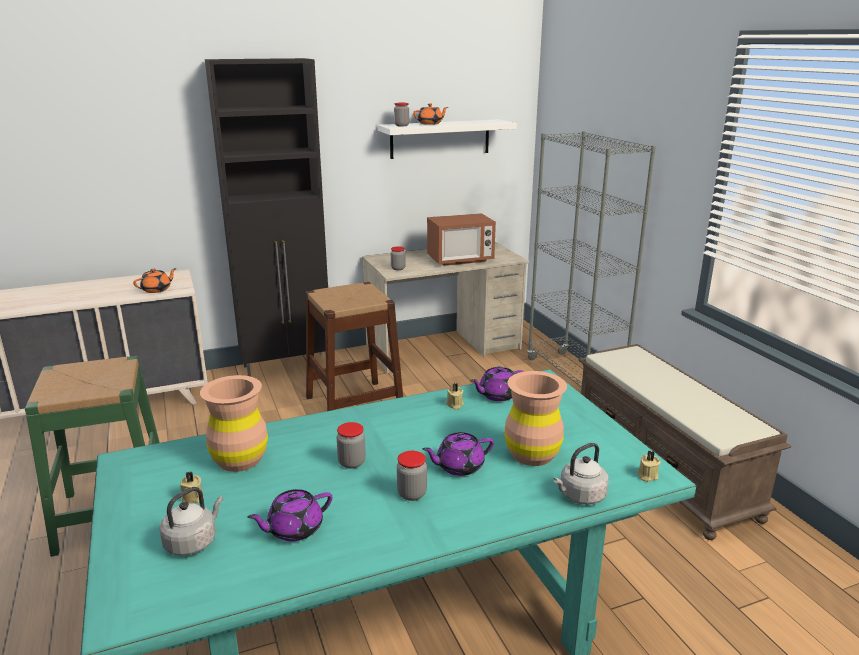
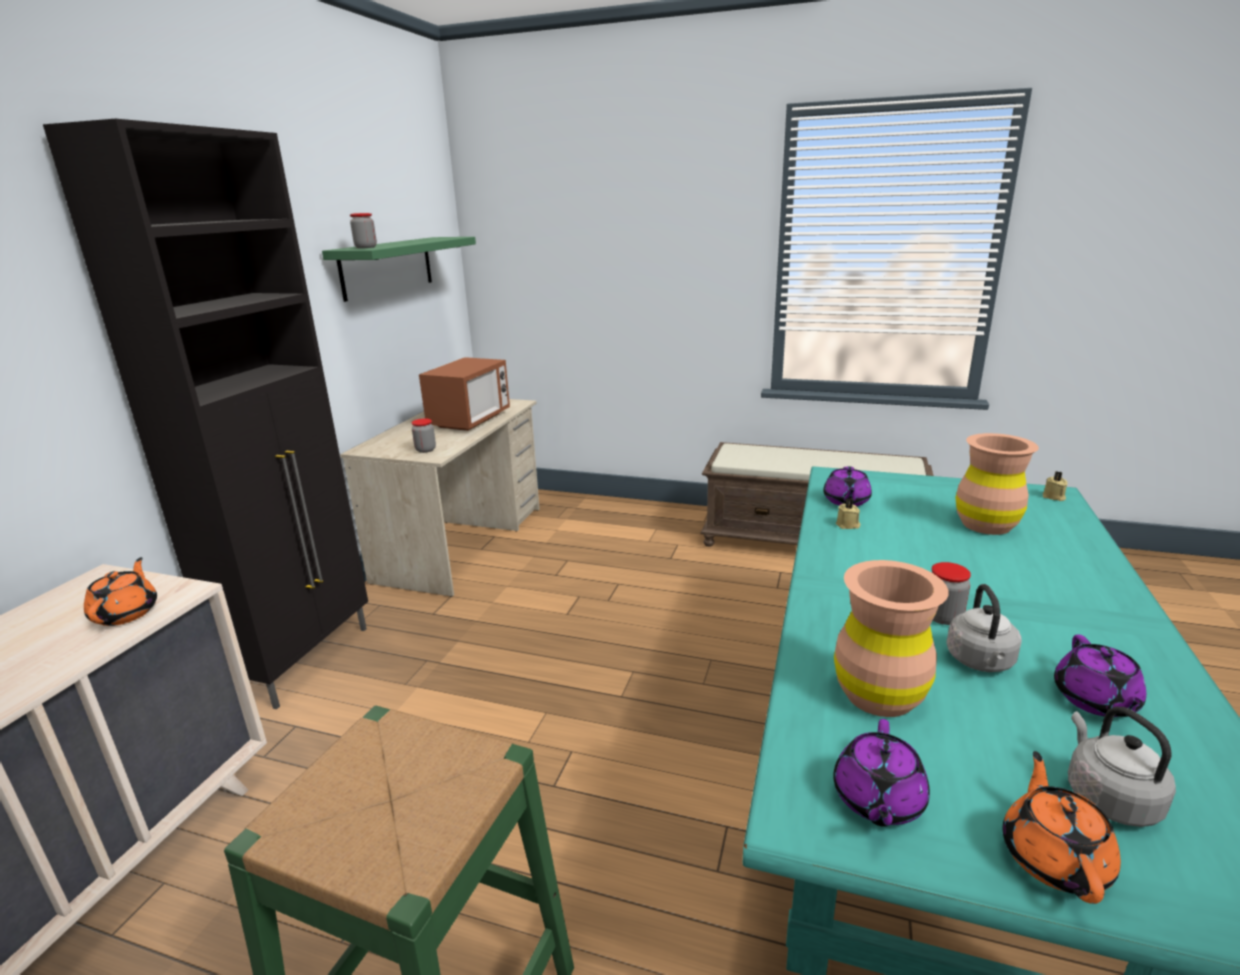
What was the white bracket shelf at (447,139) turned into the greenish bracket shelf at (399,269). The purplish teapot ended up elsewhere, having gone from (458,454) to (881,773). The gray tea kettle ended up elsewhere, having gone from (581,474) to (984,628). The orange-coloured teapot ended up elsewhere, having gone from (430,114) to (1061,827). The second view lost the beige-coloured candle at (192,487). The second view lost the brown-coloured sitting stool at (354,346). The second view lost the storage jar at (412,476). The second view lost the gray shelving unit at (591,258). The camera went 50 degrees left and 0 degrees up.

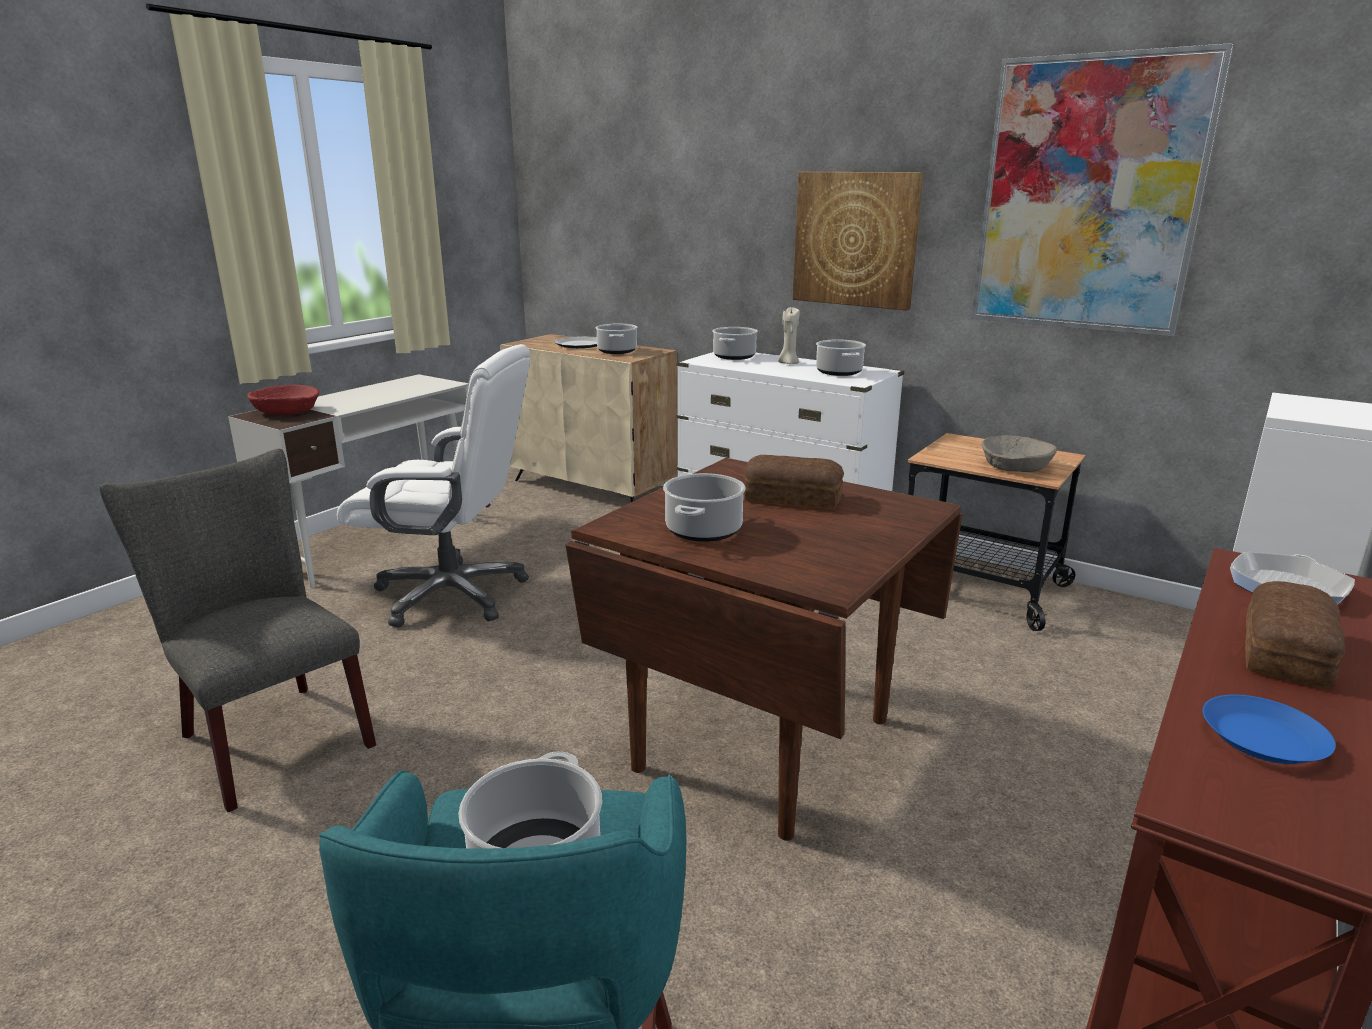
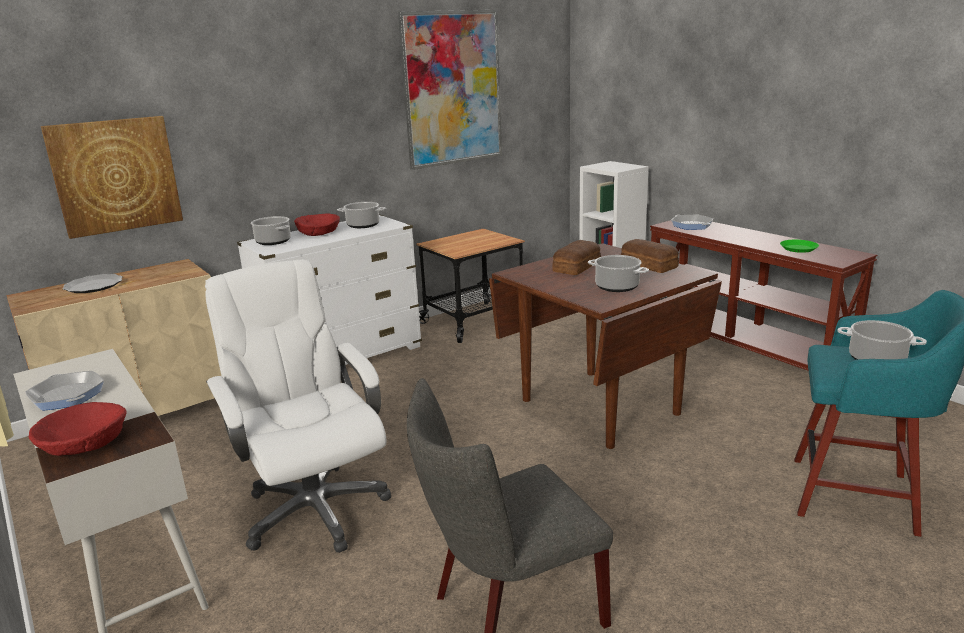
The second view gained the skillet at (64,391). The picture ended up elsewhere, having gone from (858,241) to (112,177). The white computer chair at (433,485) ended up facing another way, 60 degrees counterclockwise from before. Where the beige-coloured candle stood at (789,335), the reddish bowl came to stand at (317,224). The bread ended up elsewhere, having gone from (1295,635) to (650,256). What was the blue flat dish at (1269,729) turned into the greenish flat dish at (799,246). The second view lost the saucepot at (617,339). The second view lost the beige-coloured bowl at (1019,453). The camera went 70 degrees left and 0 degrees up.

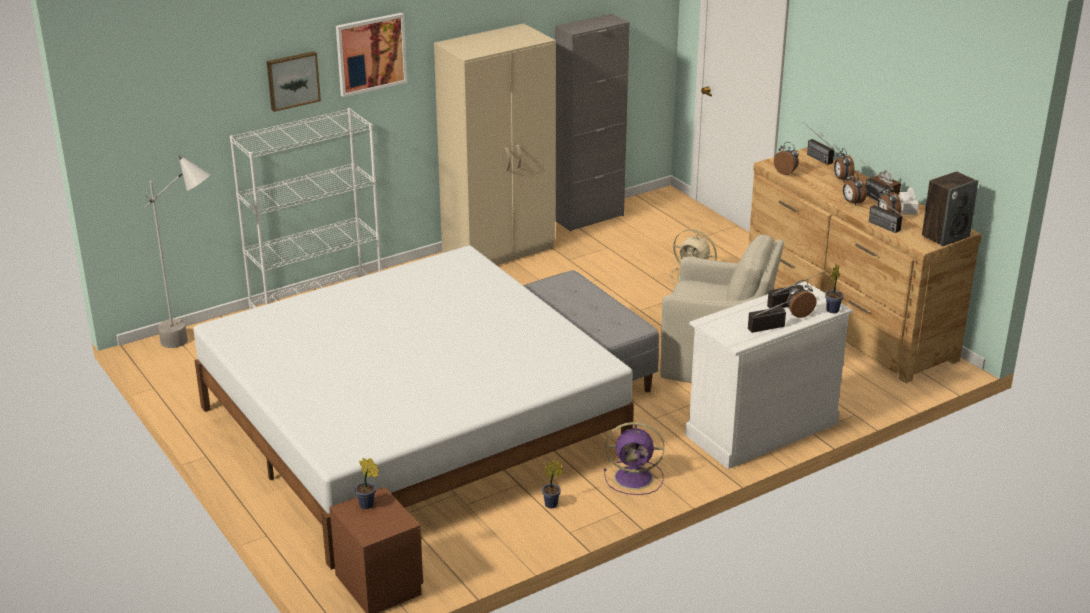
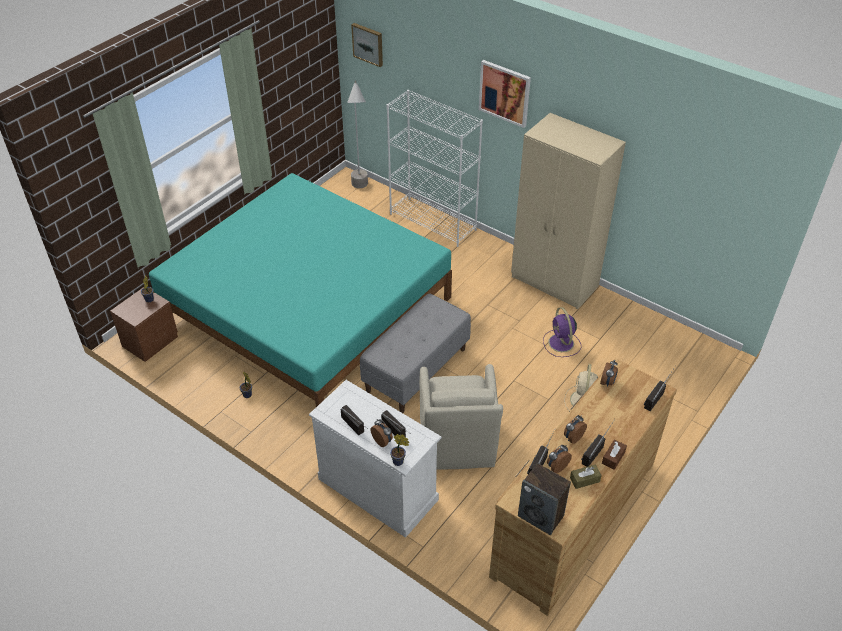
What was the white bed at (413,408) turned into the turquoise-coloured bed at (300,290). The picture ended up elsewhere, having gone from (294,81) to (367,45). The purplish cooling fan ended up elsewhere, having gone from (634,458) to (562,332). What was the white tissue box at (909,201) turned into the brown-coloured tissue box at (586,477). The second view lost the gray storage cabinet at (592,123). The second view lost the alarm clock at (844,164). The camera went 70 degrees right and 15 degrees up.

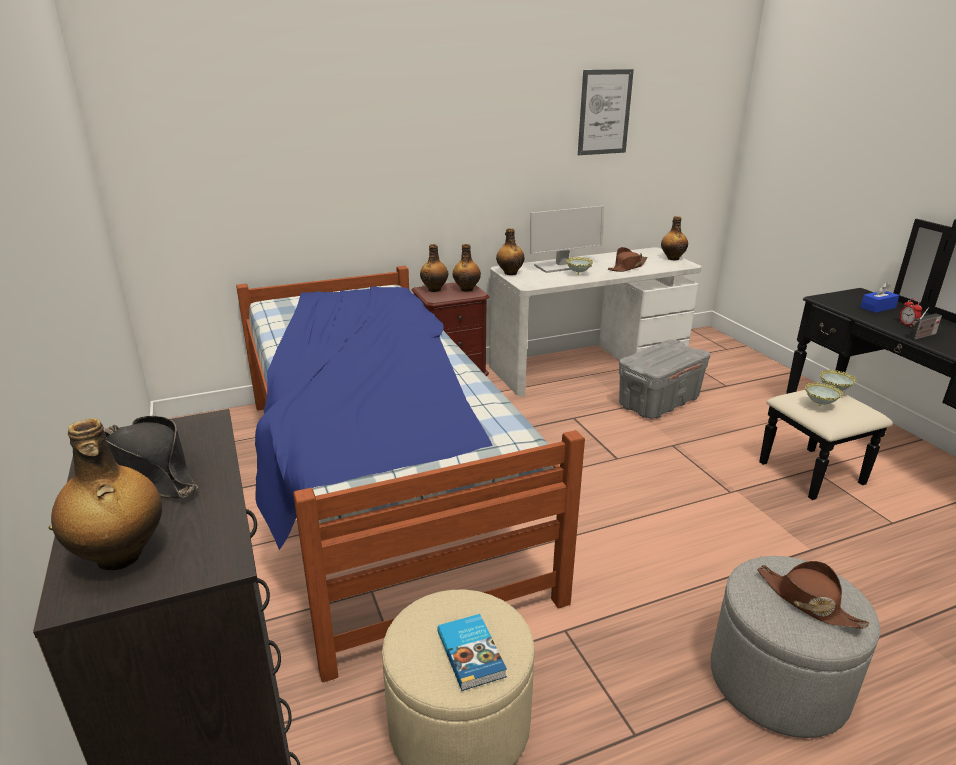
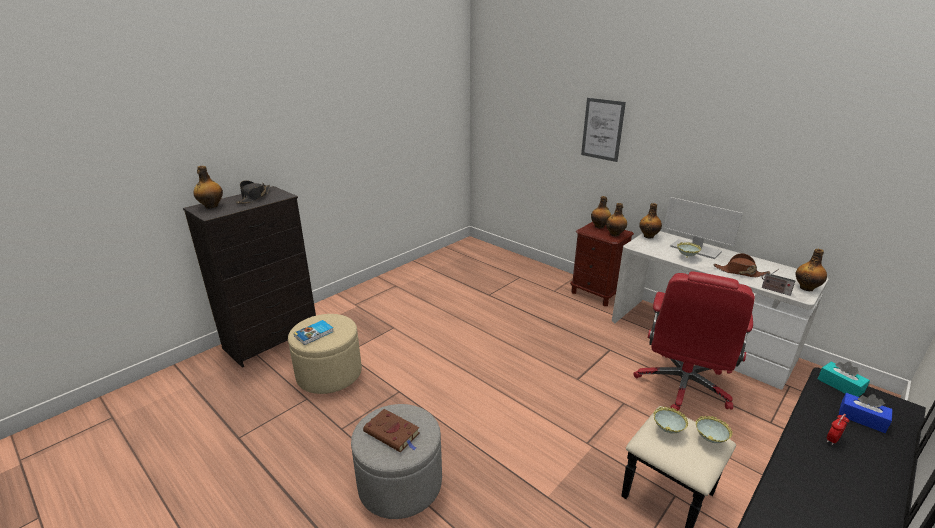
Where the brown-coloured hat stood at (813,594), the brown-coloured book came to stand at (391,430). The picture ended up elsewhere, having gone from (606,112) to (603,130). Where the gray storage container stood at (664,379), the reddish computer chair came to stand at (694,341). The radio ended up elsewhere, having gone from (925,323) to (778,282). The second view gained the turquoise-coloured tissue box at (844,379). The second view lost the bed at (410,474). The camera went 65 degrees right and 0 degrees up.

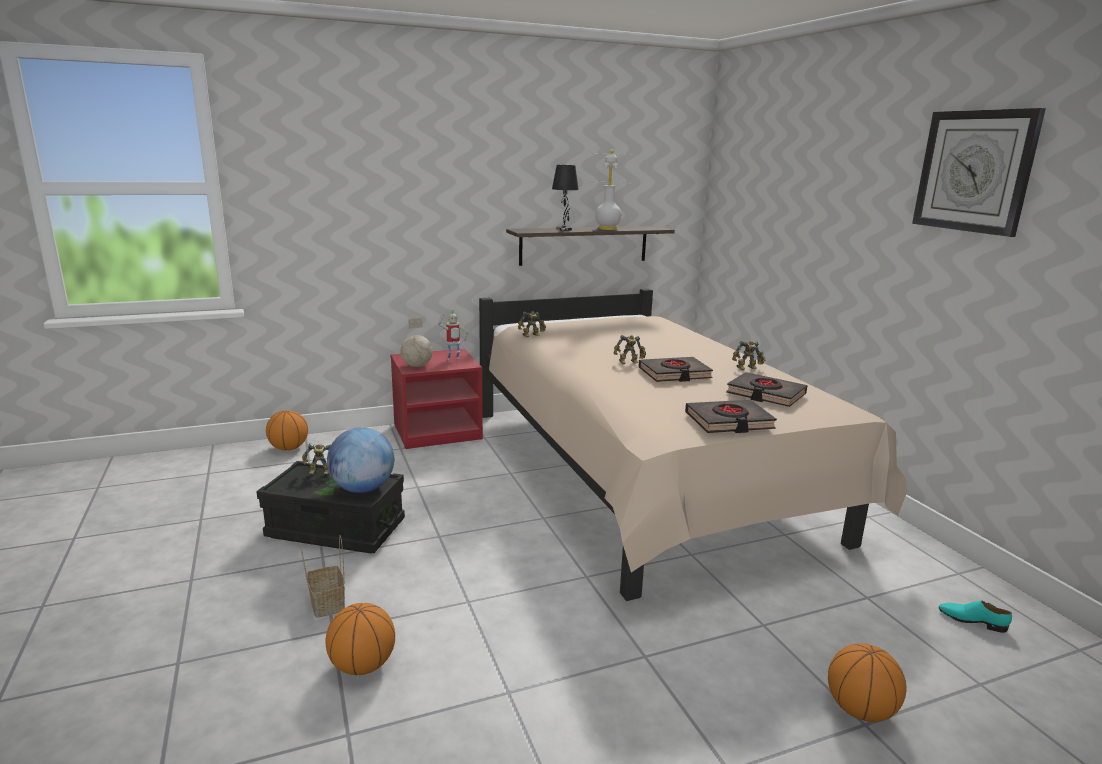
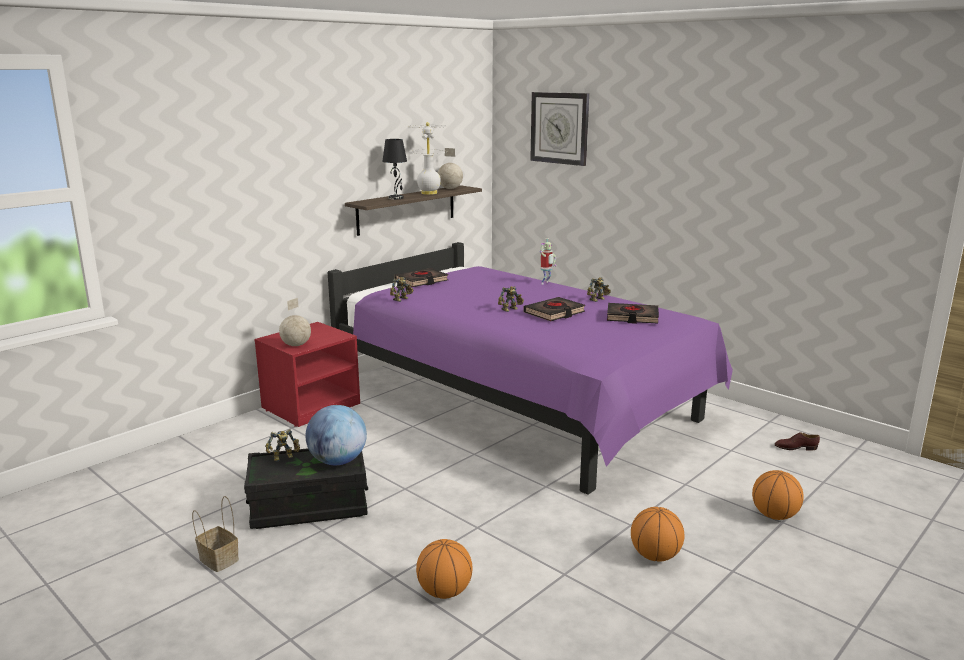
The household basket ended up elsewhere, having gone from (322,576) to (215,534). What was the beige-coloured bed at (693,445) turned into the purplish bed at (530,368). The black-coloured book ended up elsewhere, having gone from (731,416) to (421,277). The second view gained the globe at (450,168). The clock on the wall ended up elsewhere, having gone from (979,172) to (559,129). The robot figure ended up elsewhere, having gone from (453,334) to (548,261). The basketball ended up elsewhere, having gone from (287,430) to (658,534). What was the turquoise-coloured shoe at (975,616) turned into the brown-coloured shoe at (797,441). The camera went 25 degrees left and 0 degrees up.

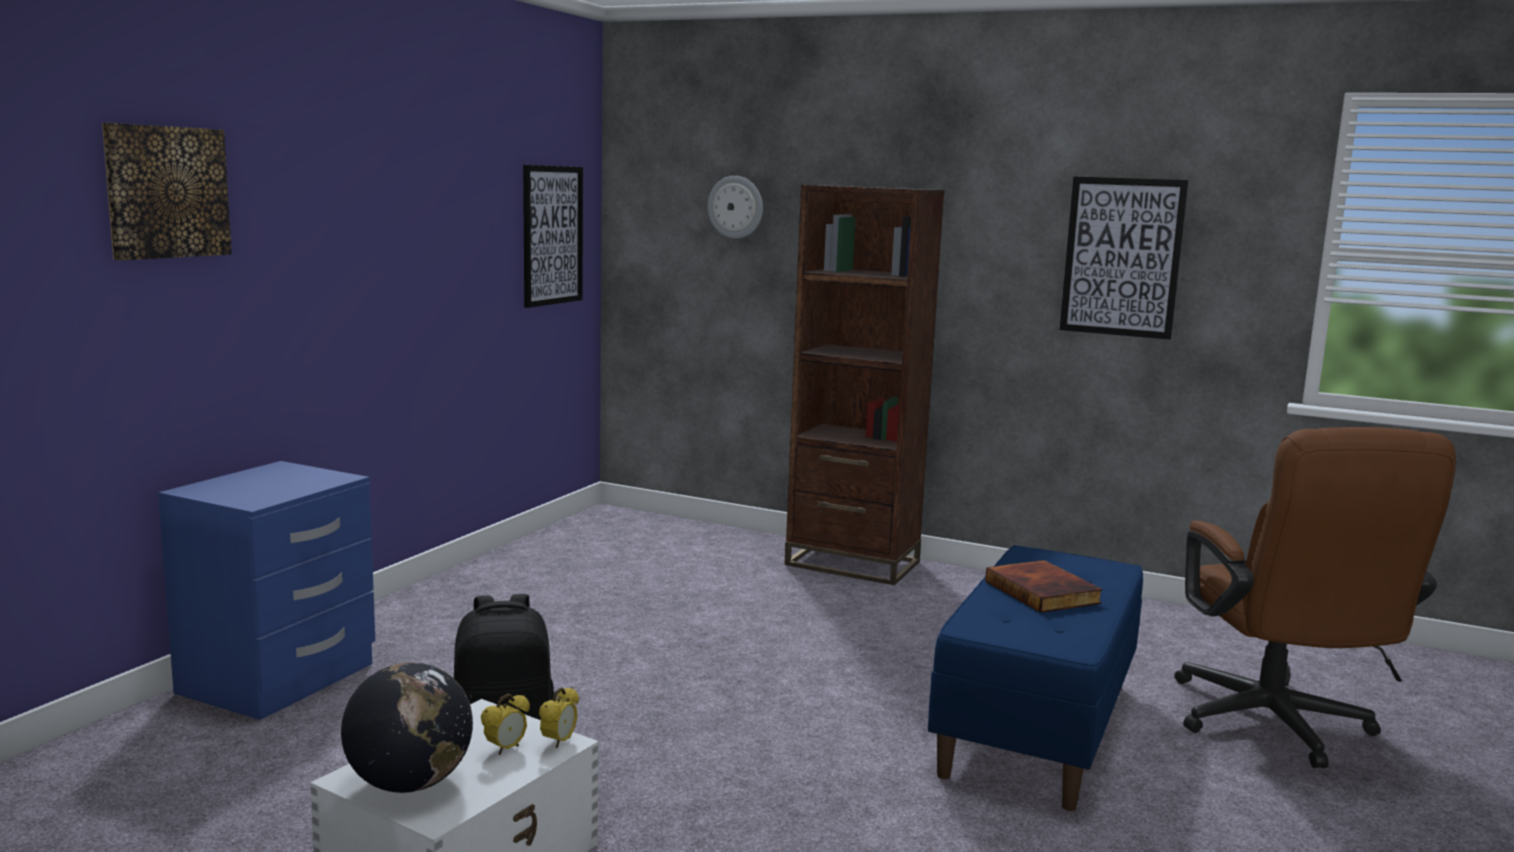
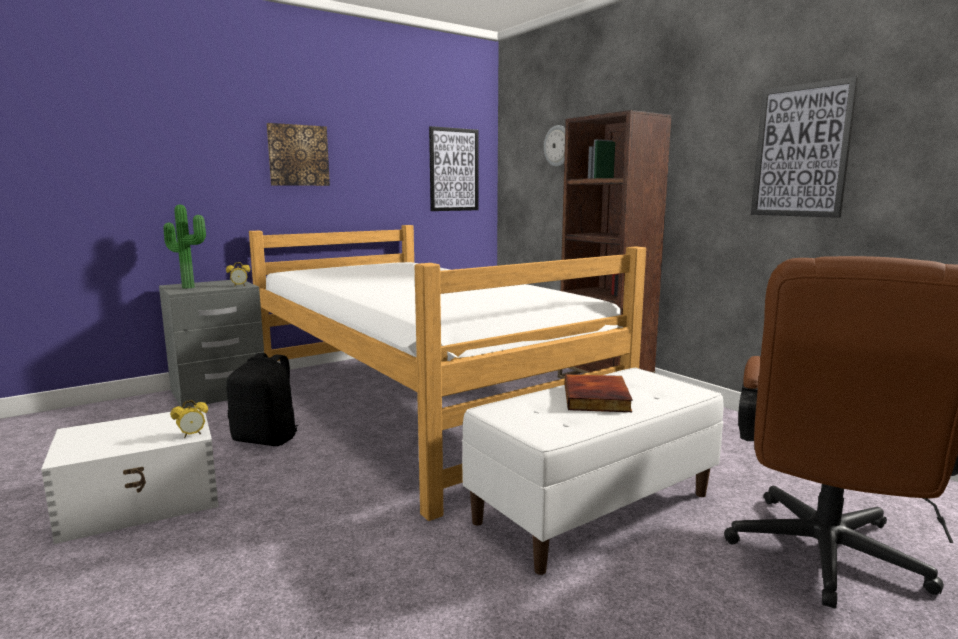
What was the blue night table at (266,590) turned into the gray night table at (211,344). The second view gained the potted plant at (185,247). The alarm clock ended up elsewhere, having gone from (505,724) to (238,274). The second view gained the bed at (447,373). The picture ended up elsewhere, having gone from (167,191) to (298,154). What was the blue indoor bench at (1035,678) turned into the white indoor bench at (593,471). The second view lost the globe at (407,727). The camera went 30 degrees right and 0 degrees up.

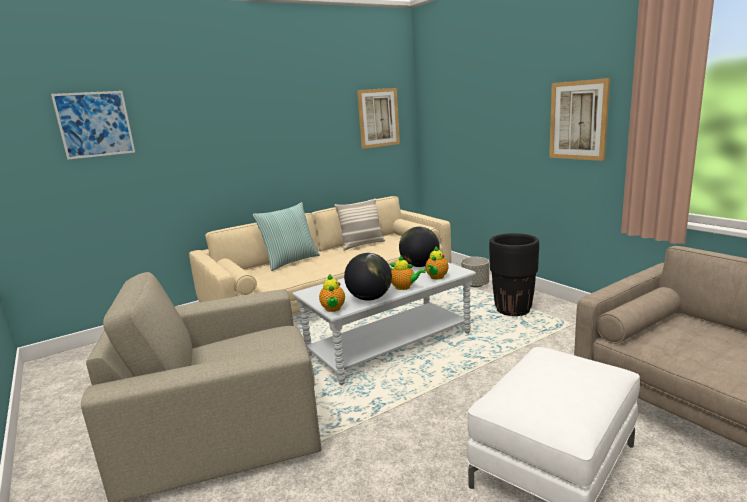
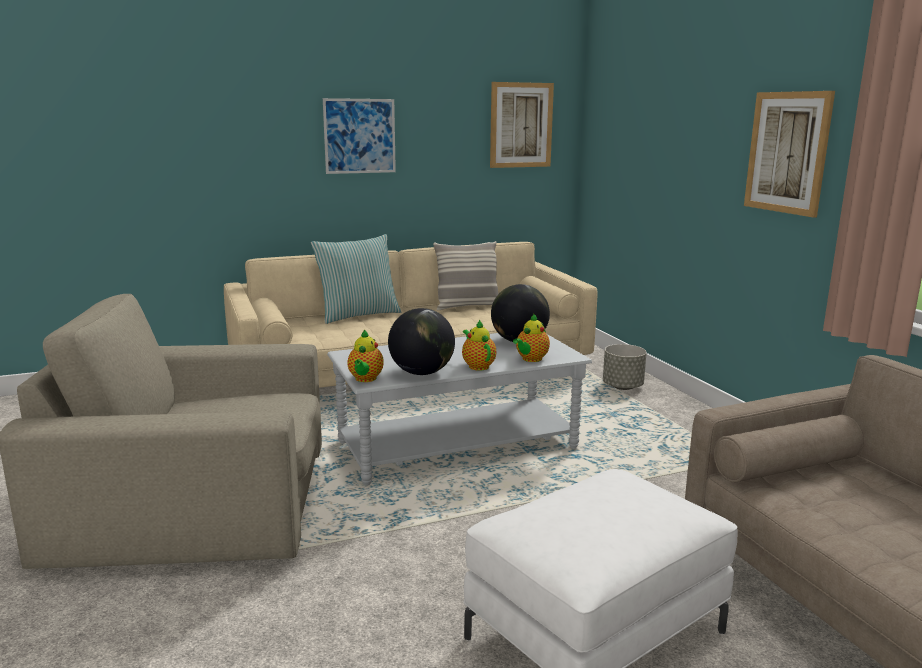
The picture ended up elsewhere, having gone from (93,125) to (359,136). The teapot at (408,272) ended up facing another way, 150 degrees counterclockwise from before. The second view lost the black-coloured plant pot at (514,274). The camera went 10 degrees right and 0 degrees up.

